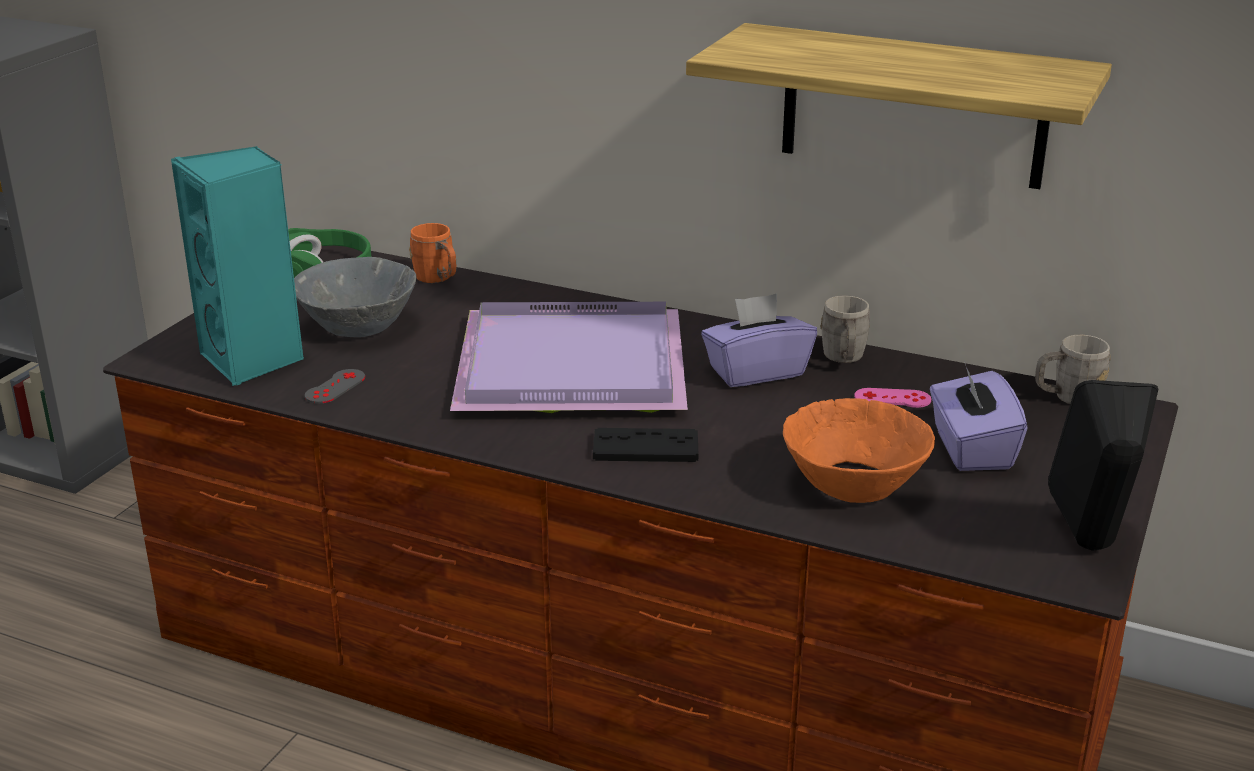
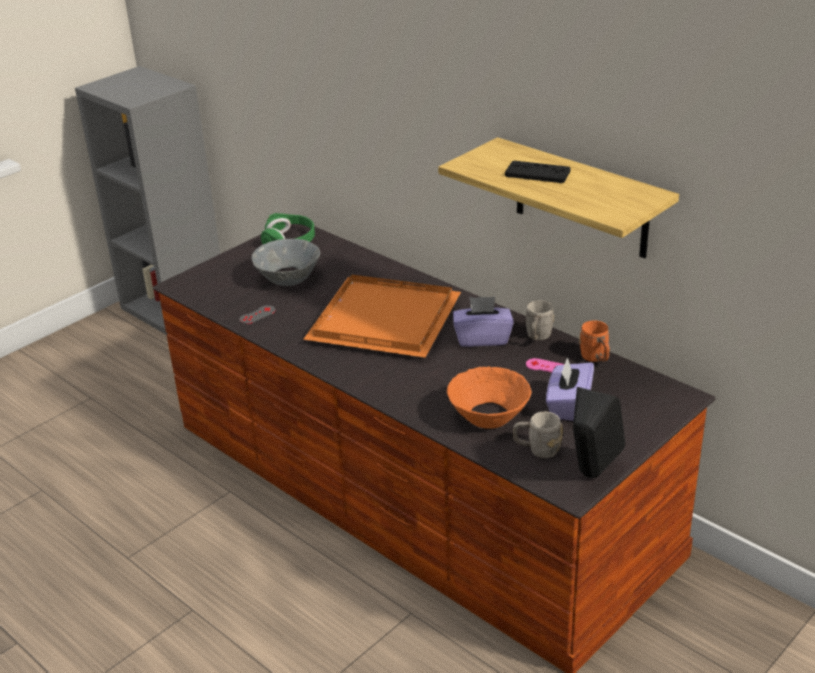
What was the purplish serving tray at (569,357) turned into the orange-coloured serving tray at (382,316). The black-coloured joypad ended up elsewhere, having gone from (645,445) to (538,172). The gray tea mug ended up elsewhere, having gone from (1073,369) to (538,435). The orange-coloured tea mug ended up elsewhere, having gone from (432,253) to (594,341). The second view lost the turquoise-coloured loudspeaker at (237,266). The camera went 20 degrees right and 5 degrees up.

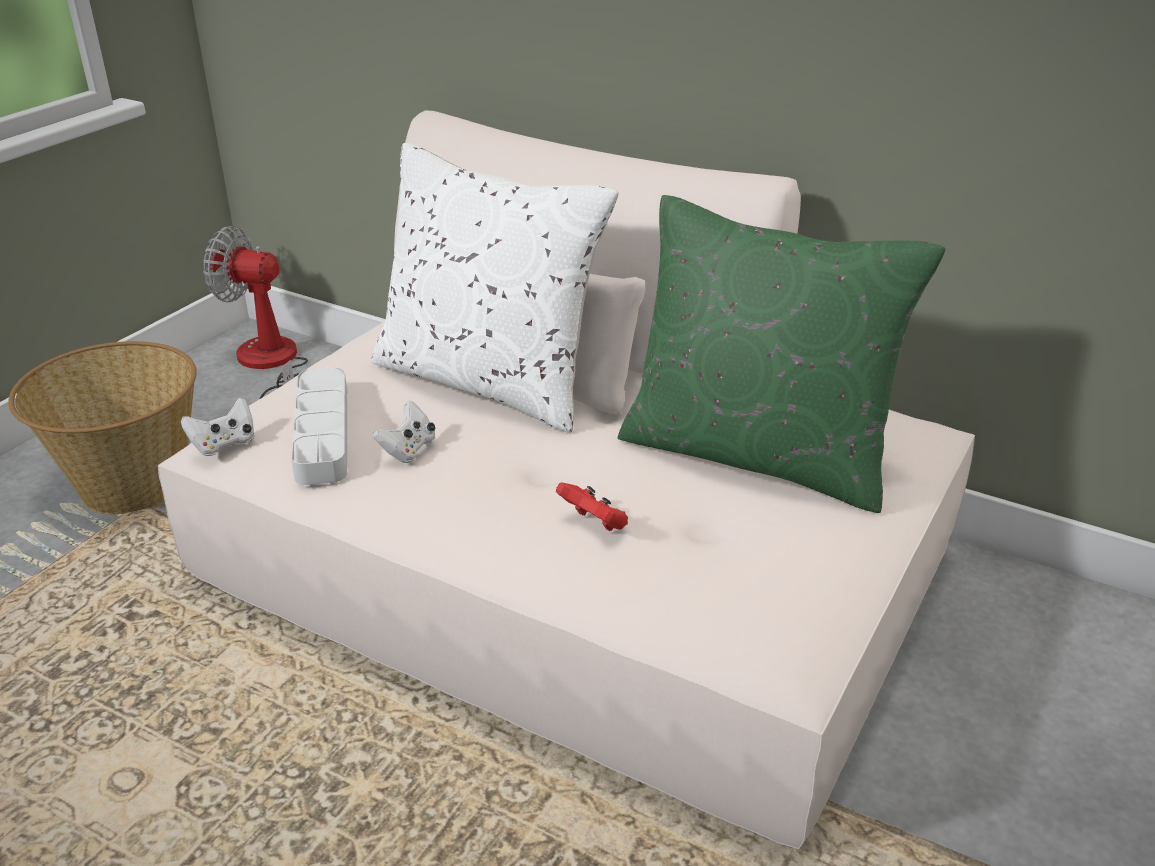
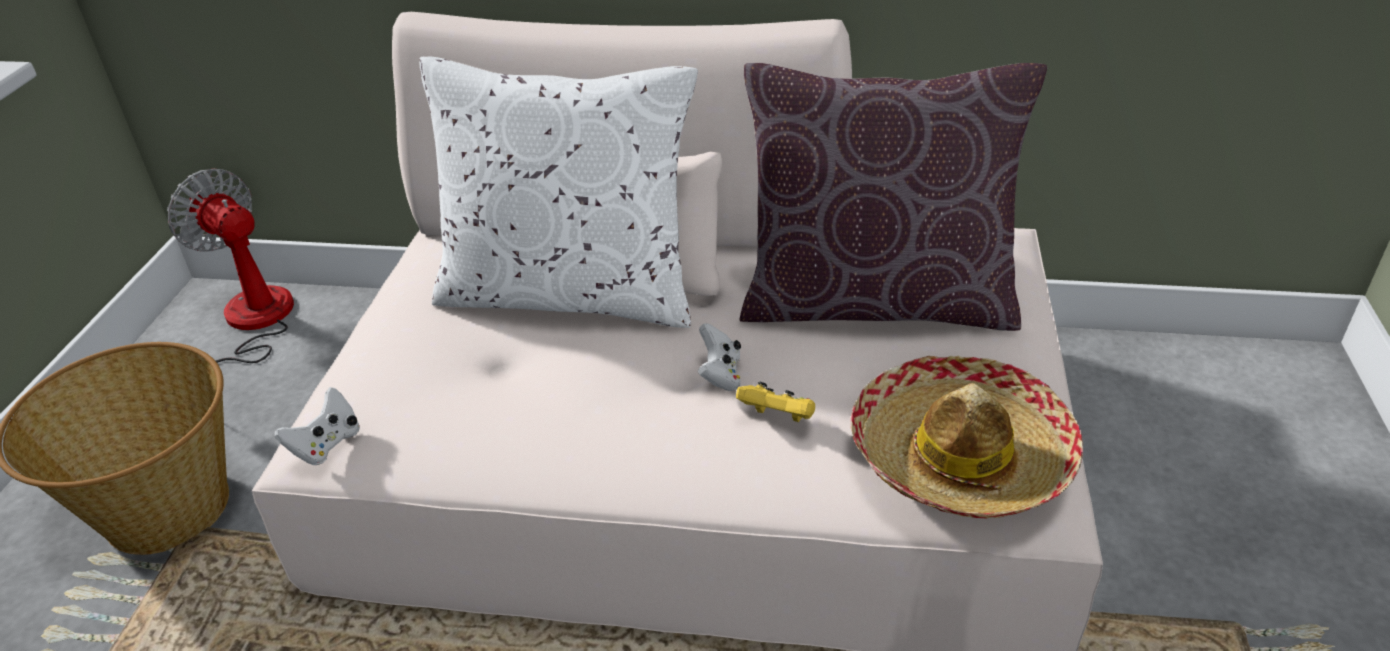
The cooling fan at (255,312) ended up facing another way, 45 degrees clockwise from before. The white joypad ended up elsewhere, having gone from (404,431) to (719,357). What was the reddish joypad at (592,506) turned into the yellowish joypad at (775,402). What was the greenish pillow at (782,354) turned into the brown-coloured pillow at (893,197). The second view gained the hat at (966,436). The second view lost the gray serving tray at (319,426). The camera went 20 degrees left and 5 degrees up.

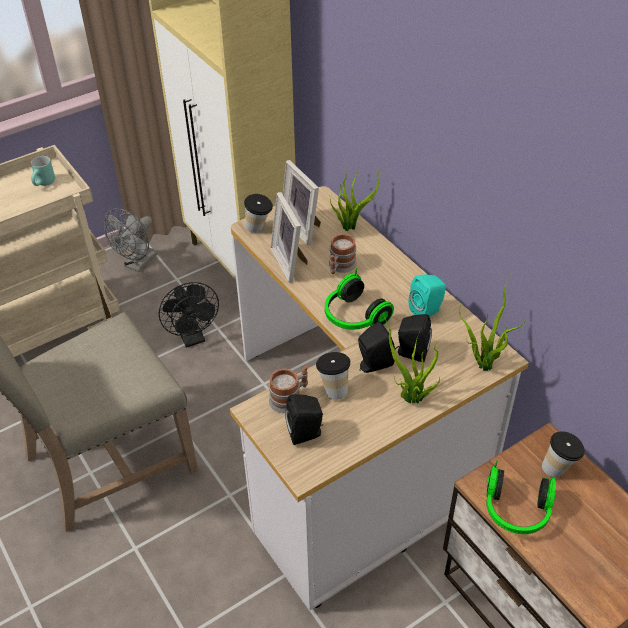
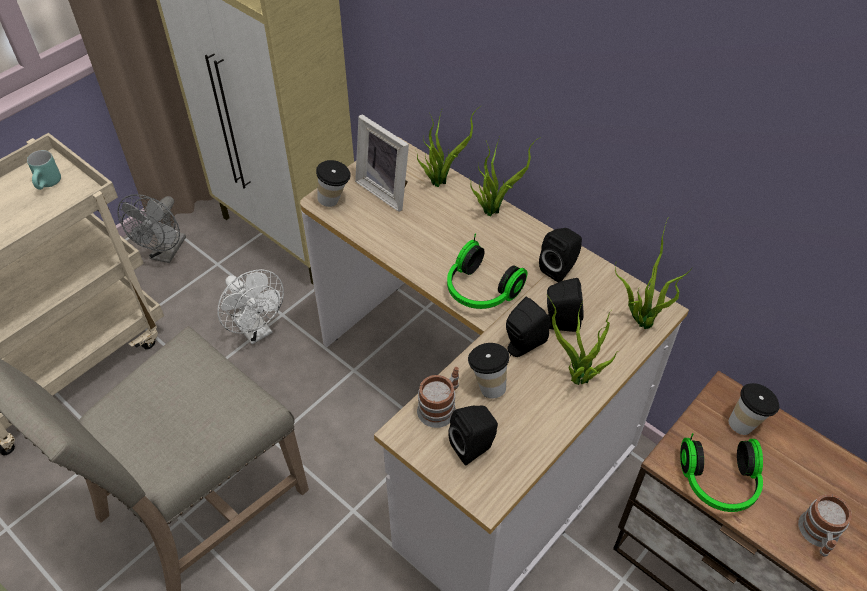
What was the black-coloured cooling fan at (188,315) turned into the white cooling fan at (250,306). The second view gained the potted plant at (505,176). What was the turquoise-coloured loudspeaker at (427,295) turned into the black-coloured loudspeaker at (560,255). The tea mug ended up elsewhere, having gone from (343,254) to (825,525). The second view lost the standing frame at (289,237). The camera went 15 degrees left and 5 degrees up.

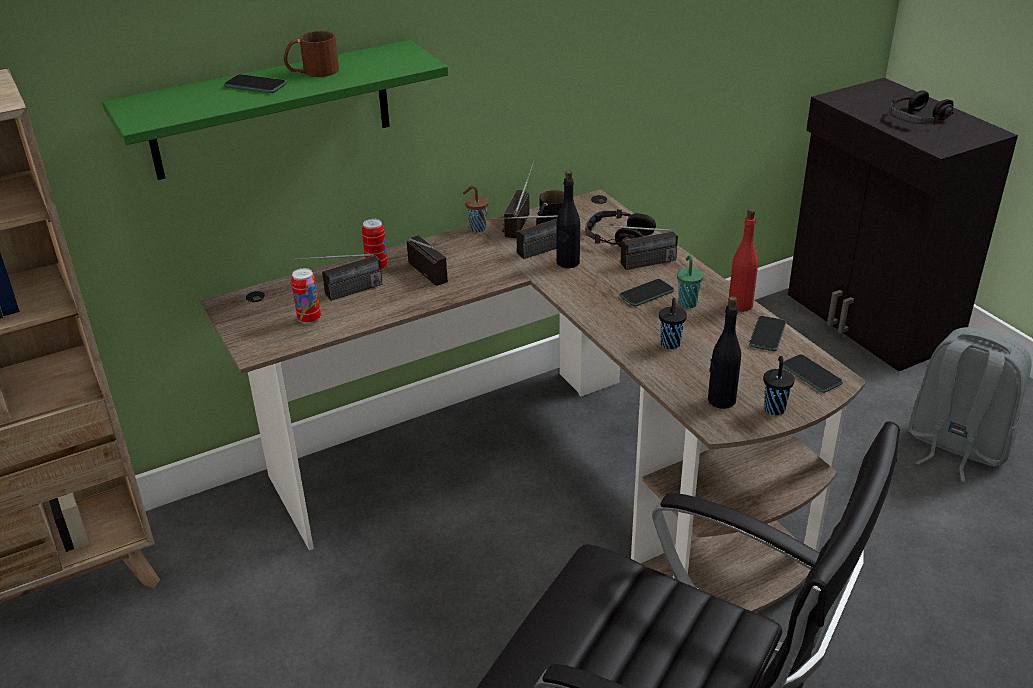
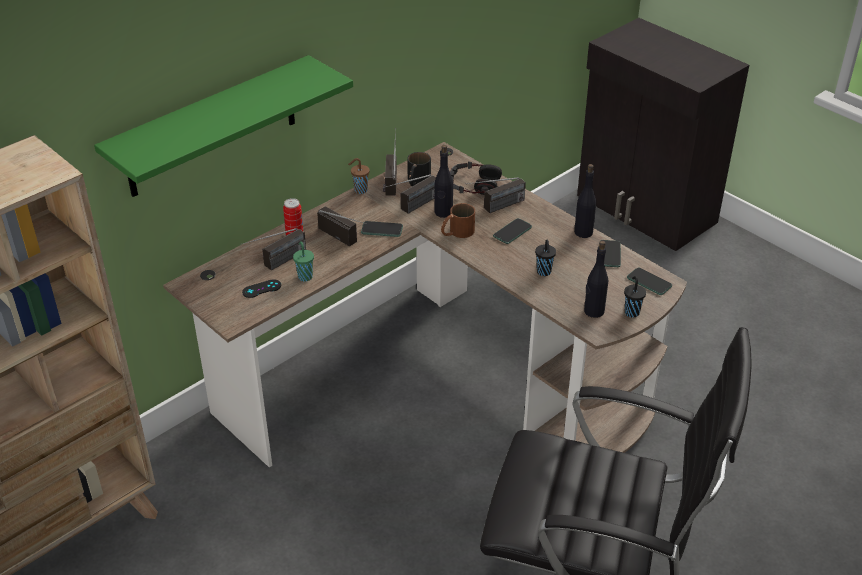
Where the can stood at (306,296), the black-coloured joypad came to stand at (261,288). The greenish small cup ended up elsewhere, having gone from (690,281) to (303,261). The telephone ended up elsewhere, having gone from (255,83) to (382,229). The brown-coloured tea mug ended up elsewhere, having gone from (311,54) to (458,220). What was the reddish beverage bottle at (743,260) turned into the black-coloured beverage bottle at (585,201). The second view lost the headset at (921,107). The second view lost the gray rucksack at (970,404). The camera went 15 degrees left and 5 degrees up.

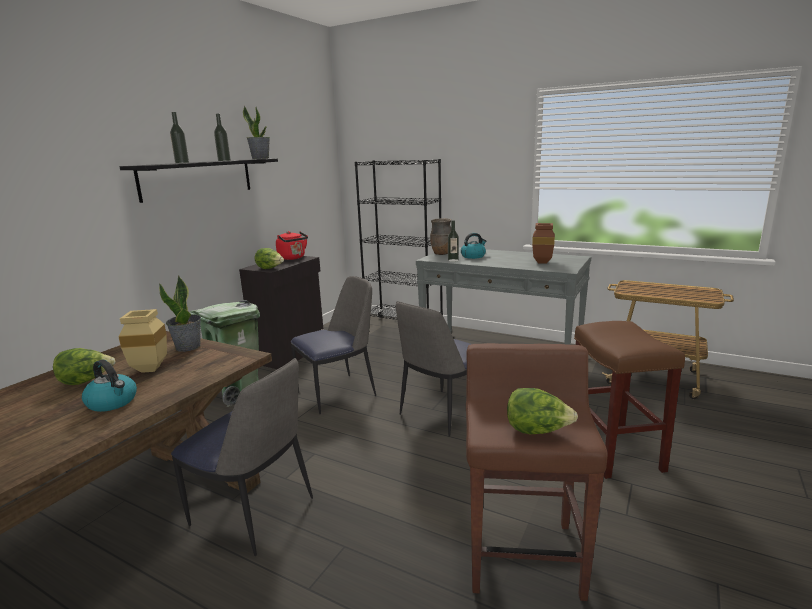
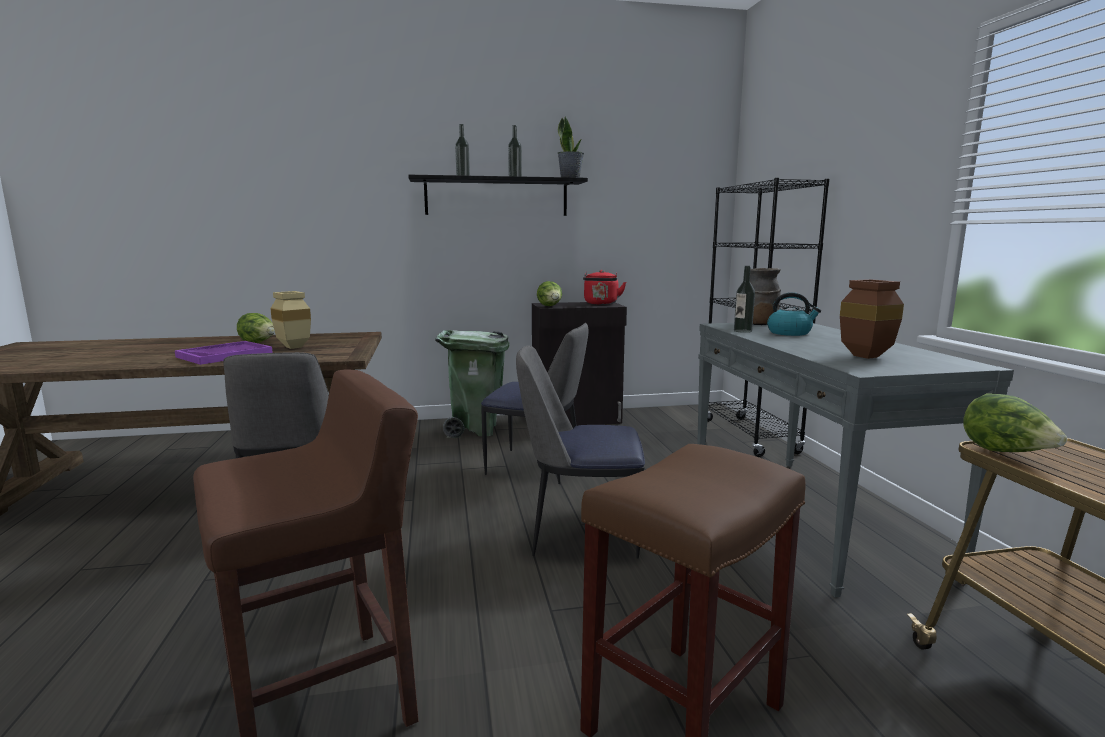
Where the tea kettle stood at (109,386), the purplish serving tray came to stand at (224,353). The head of lettuce ended up elsewhere, having gone from (542,411) to (1015,422). The second view lost the potted plant at (180,314). The camera went 50 degrees right and 5 degrees down.

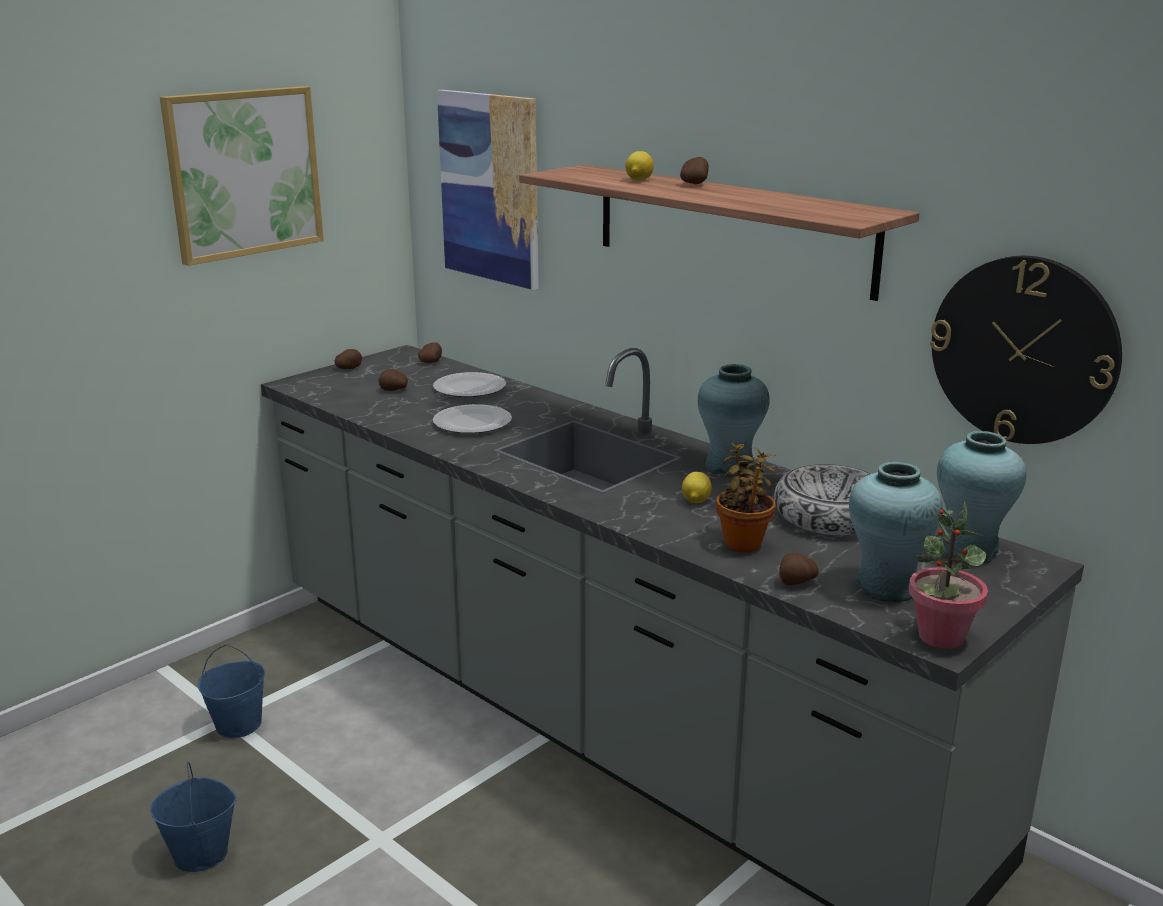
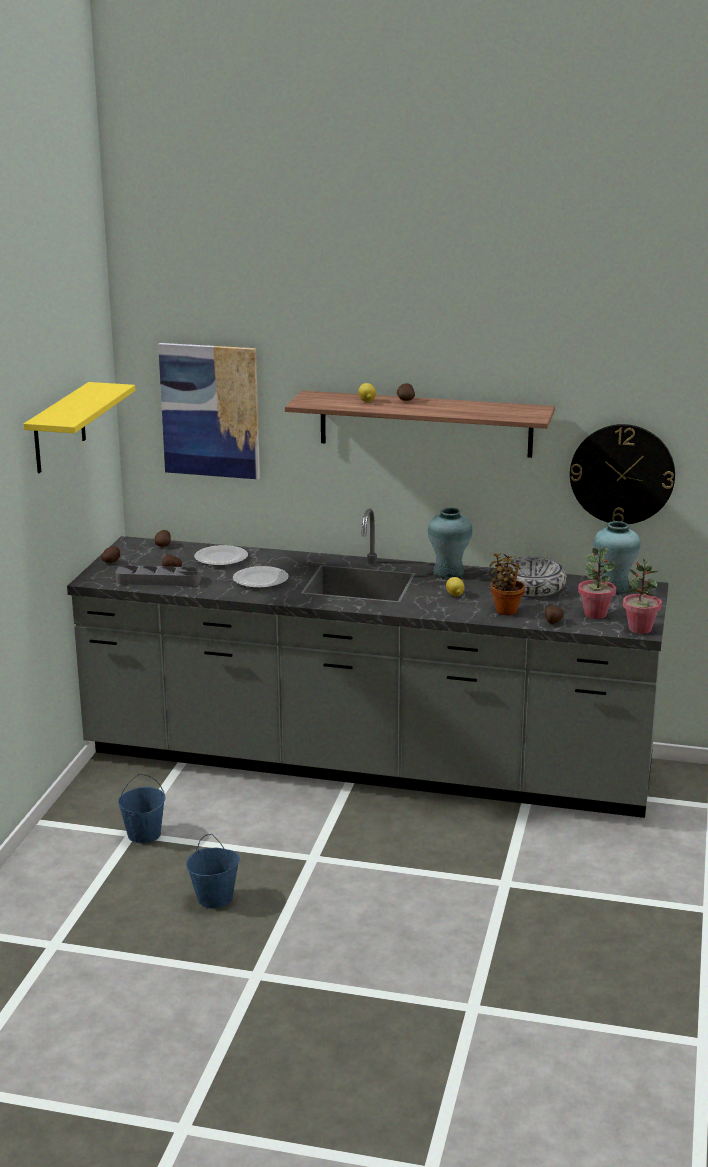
Where the picture hung at (242,176), the yellowish bracket shelf came to hang at (79,427). The second view gained the gray serving tray at (158,575). Where the turquoise-coloured flower vase stood at (895,532), the potted plant came to stand at (597,583). The camera went 30 degrees left and 0 degrees up.

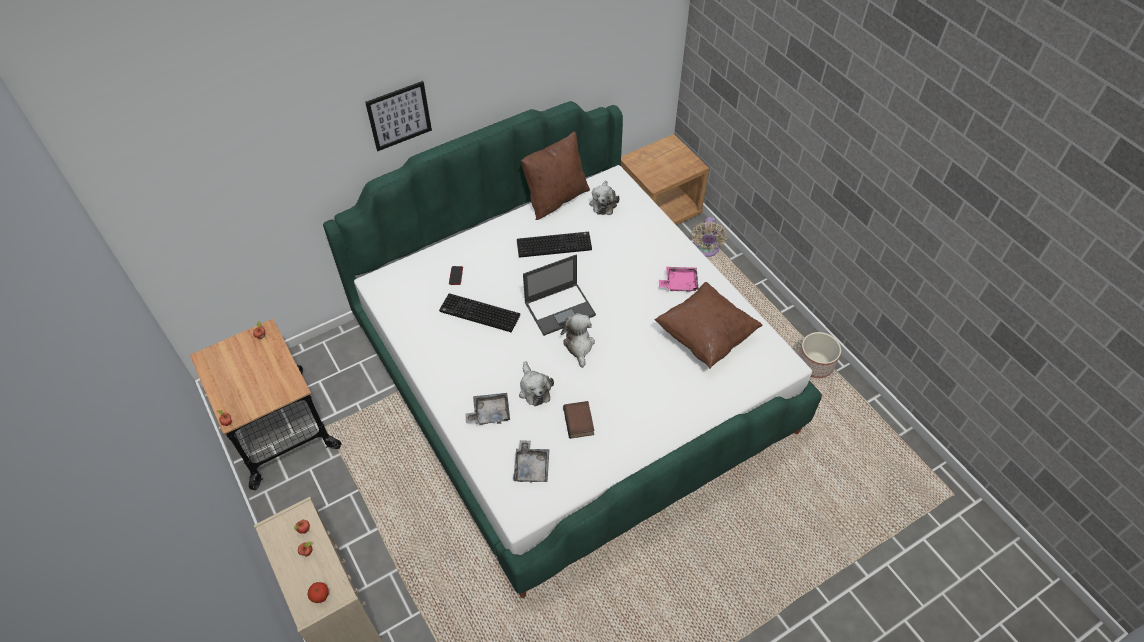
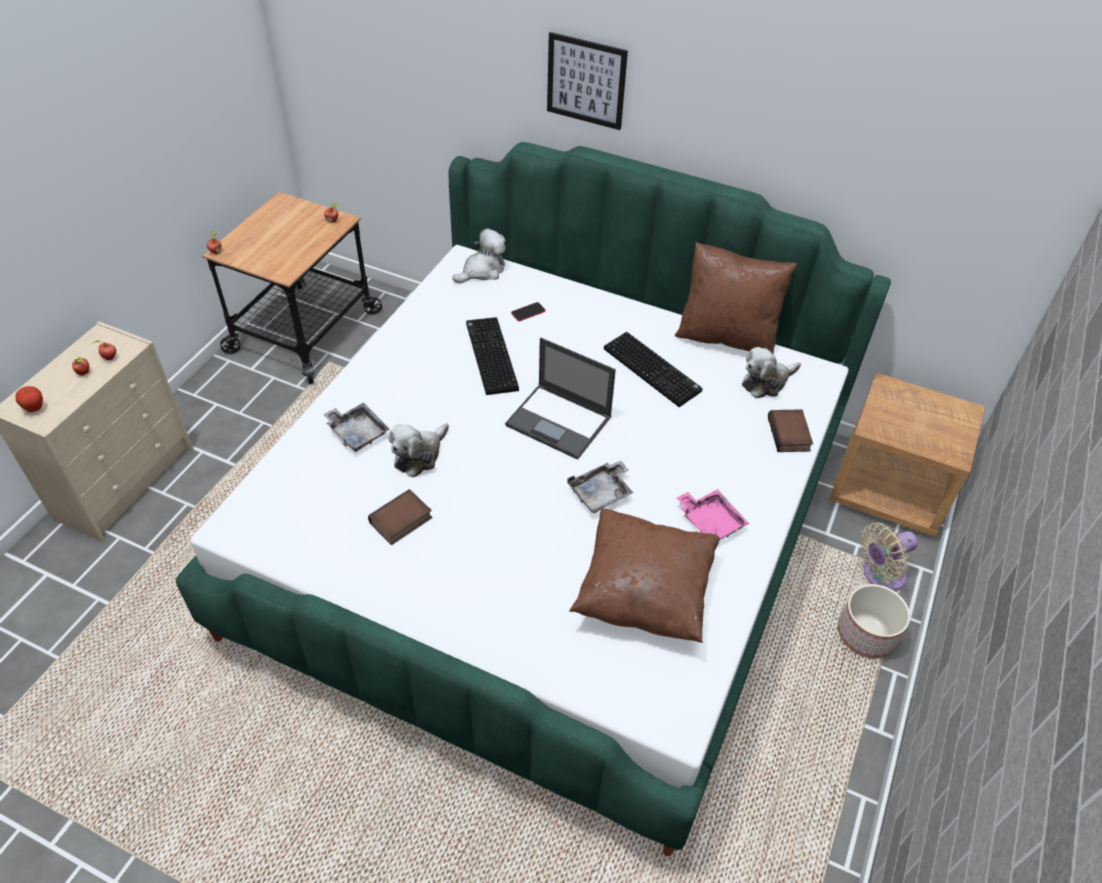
The cuddly toy ended up elsewhere, having gone from (578,340) to (479,256). The gray serving tray ended up elsewhere, having gone from (531,461) to (600,486). The second view gained the book at (790,430). The plant pot ended up elsewhere, having gone from (819,355) to (874,621). The camera went 55 degrees right and 5 degrees down.

